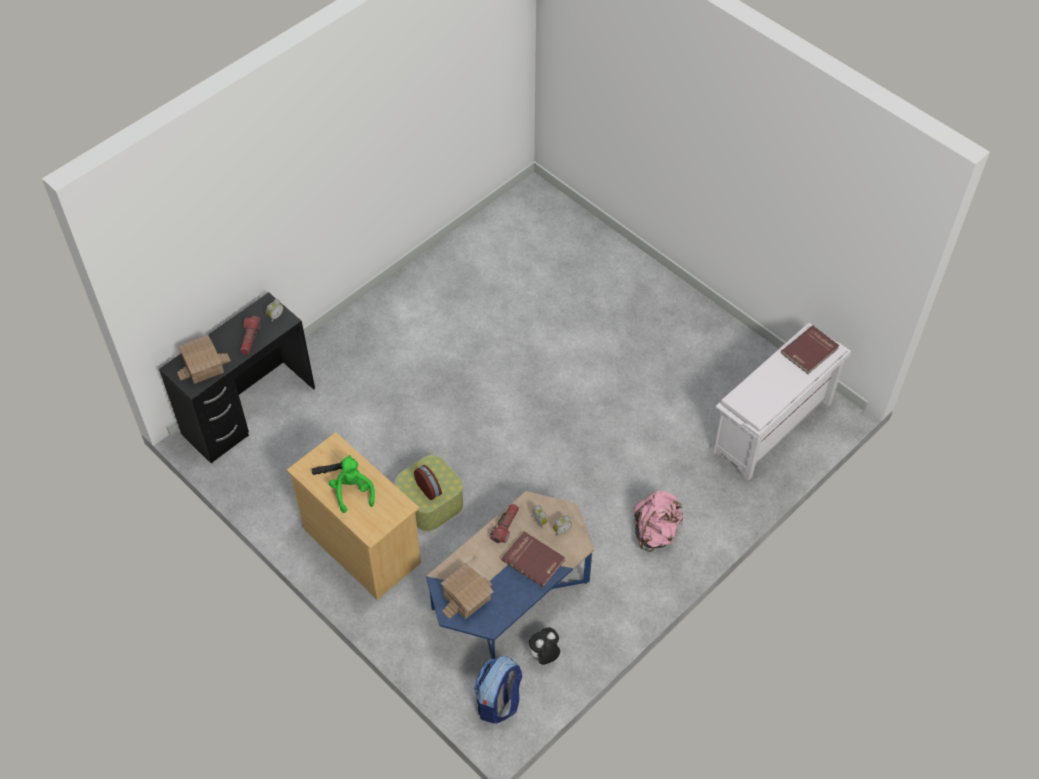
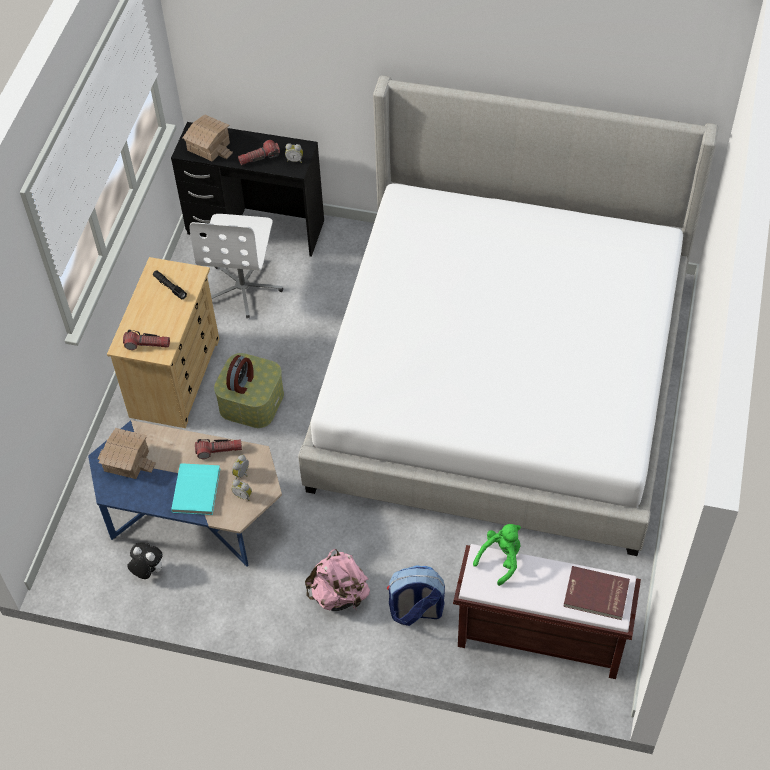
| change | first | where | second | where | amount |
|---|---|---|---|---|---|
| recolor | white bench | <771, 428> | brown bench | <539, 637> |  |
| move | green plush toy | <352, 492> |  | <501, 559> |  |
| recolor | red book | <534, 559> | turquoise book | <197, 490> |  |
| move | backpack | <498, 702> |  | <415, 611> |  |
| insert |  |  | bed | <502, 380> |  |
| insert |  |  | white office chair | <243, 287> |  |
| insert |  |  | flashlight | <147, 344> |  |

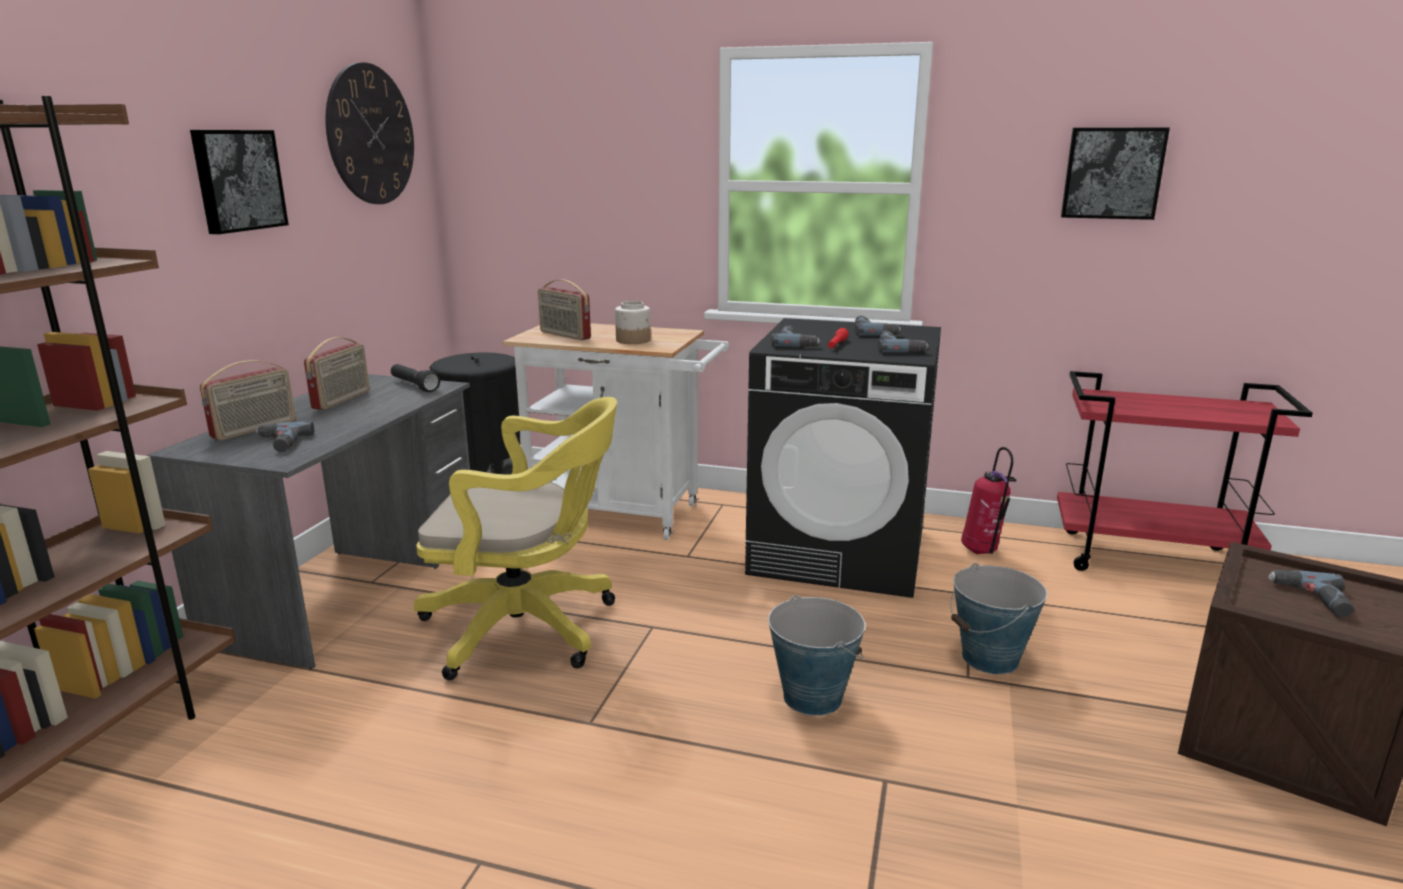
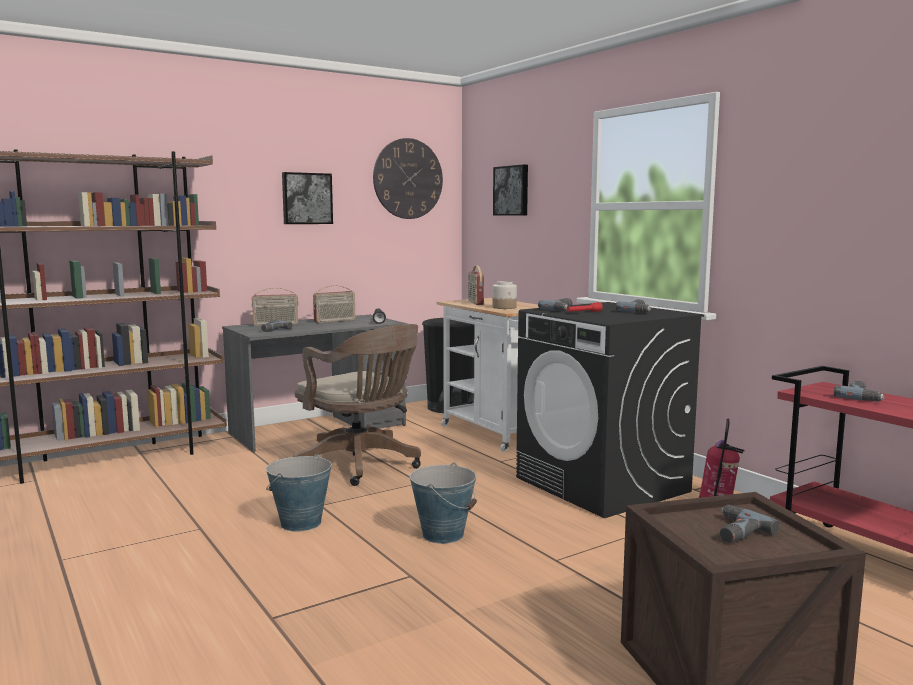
| change | first | where | second | where | amount |
|---|---|---|---|---|---|
| move | picture | <1112, 173> |  | <512, 190> |  |
| move | power drill | <899, 348> |  | <862, 397> |  |
| recolor | yellow office chair | <529, 628> | brown office chair | <361, 465> |  |
| move | bucket | <990, 658> |  | <300, 523> |  |

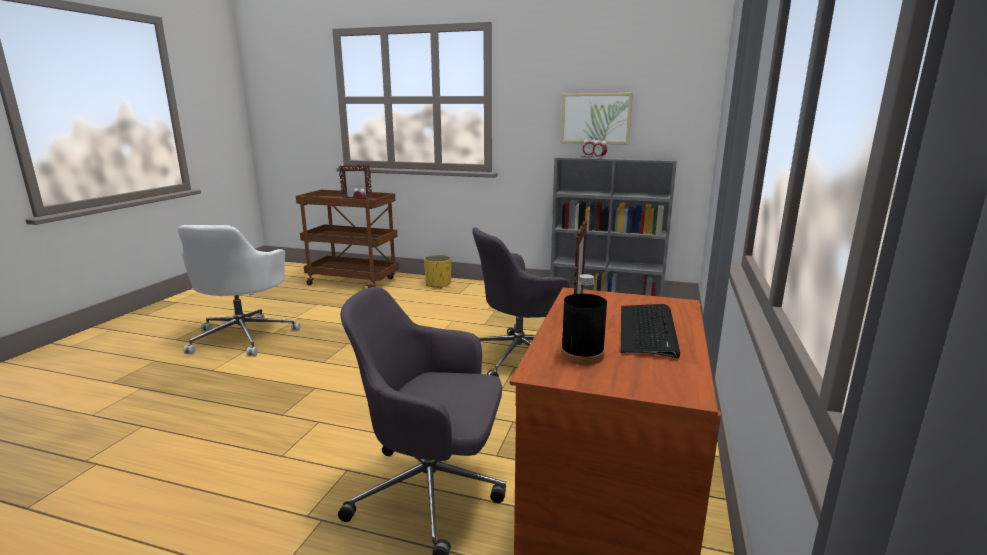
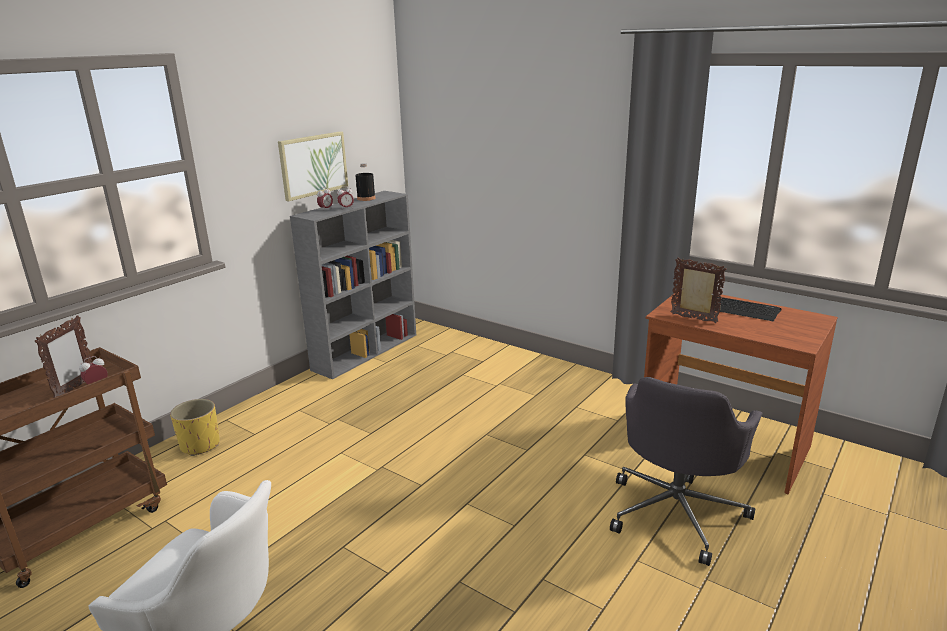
| change | first | where | second | where | amount |
|---|---|---|---|---|---|
| delete | grey office chair | <520, 357> |  |  |  |
| move | black bottle | <582, 354> |  | <366, 198> |  |

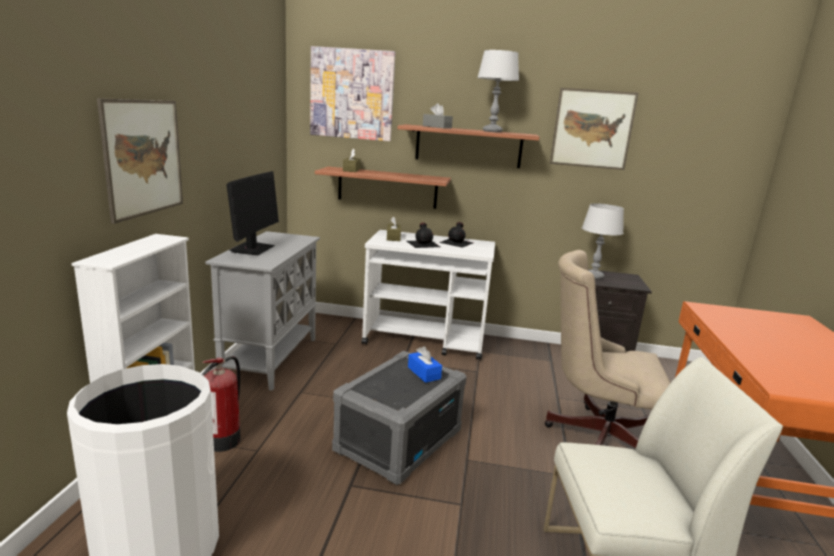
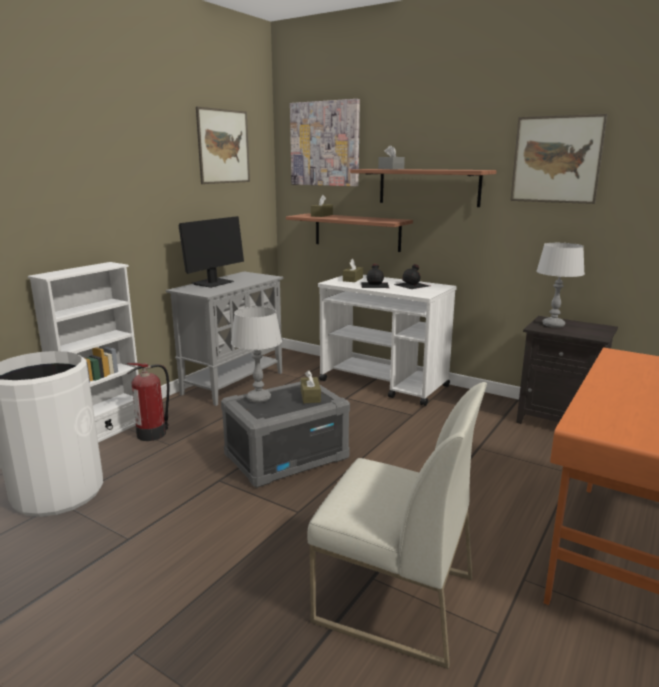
| change | first | where | second | where | amount |
|---|---|---|---|---|---|
| move | grey table lamp | <492, 131> |  | <258, 398> |  |
| move | picture | <143, 157> |  | <223, 146> |  |
| delete | beige office chair | <595, 437> |  |  |  |
| recolor | blue tissue box | <424, 373> | brown tissue box | <310, 396> |  |

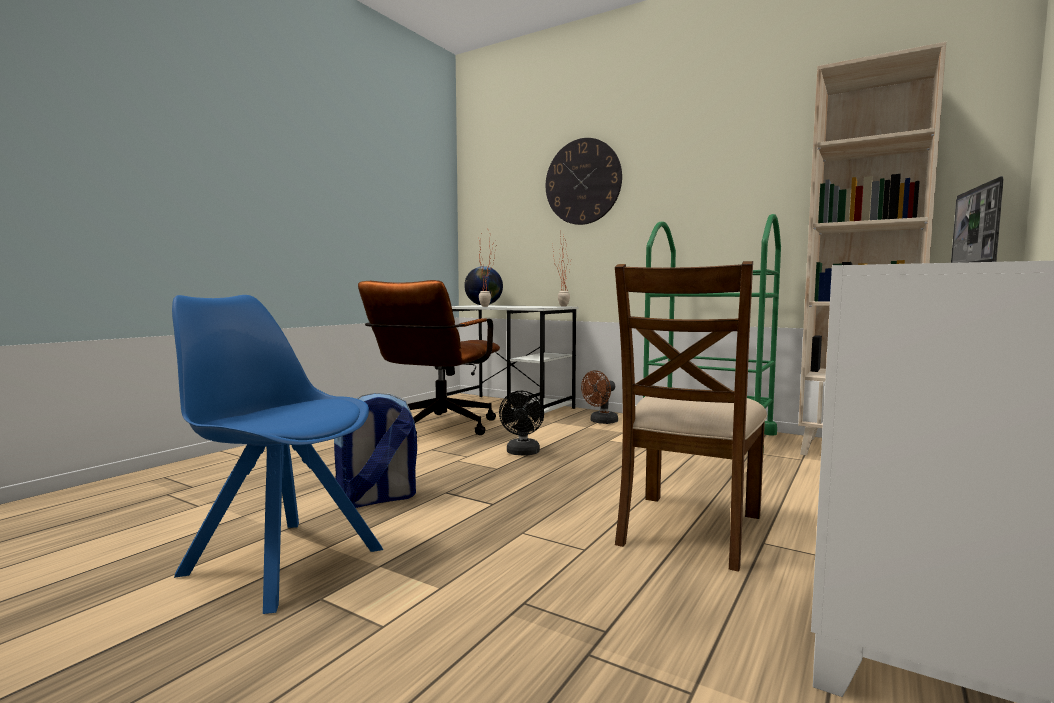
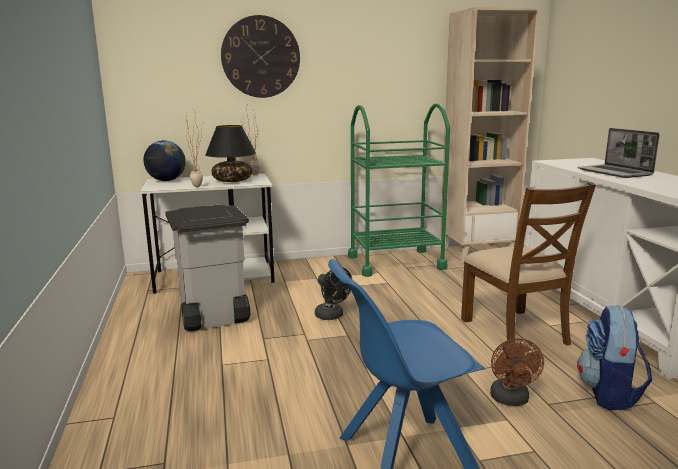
| change | first | where | second | where | amount |
|---|---|---|---|---|---|
| replace | brown office chair | <435, 429> | grey trash can | <213, 318> |  |
| move | brown fan | <601, 422> |  | <511, 400> |  |
| move | backpack | <377, 499> |  | <609, 394> |  |
| insert |  |  | black table lamp | <232, 180> |  |

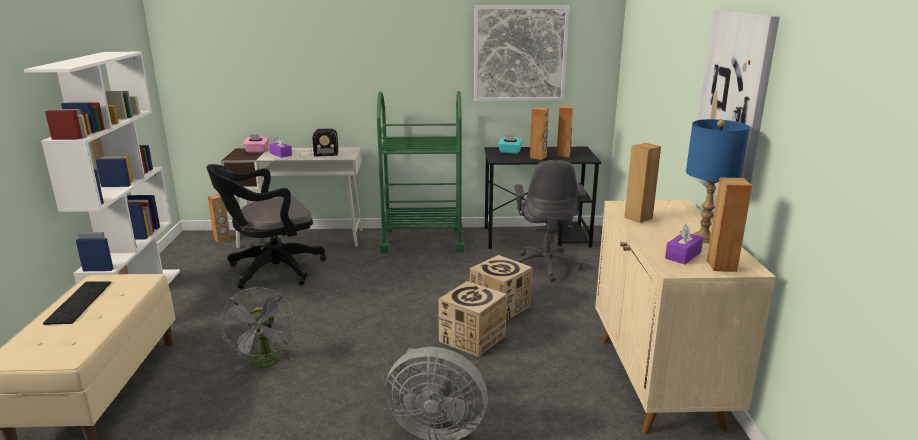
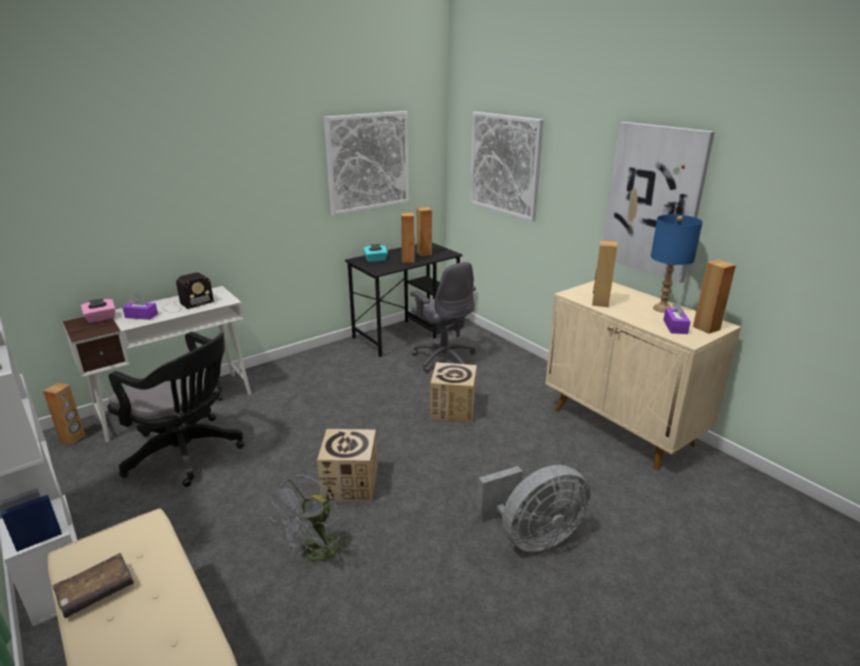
| change | first | where | second | where | amount |
|---|---|---|---|---|---|
| delete | green cart | <422, 240> |  |  |  |
| rotate | black office chair | <271, 271> |  | <188, 453> | 90 degrees counterclockwise |
| replace | keyboard | <78, 302> | brown book | <96, 592> |  |
| move | cardboard box | <472, 338> |  | <350, 484> |  |
| rotate | grey fan | <266, 364> |  | <316, 555> | 75 degrees clockwise |
| insert |  |  | picture | <505, 165> |  |

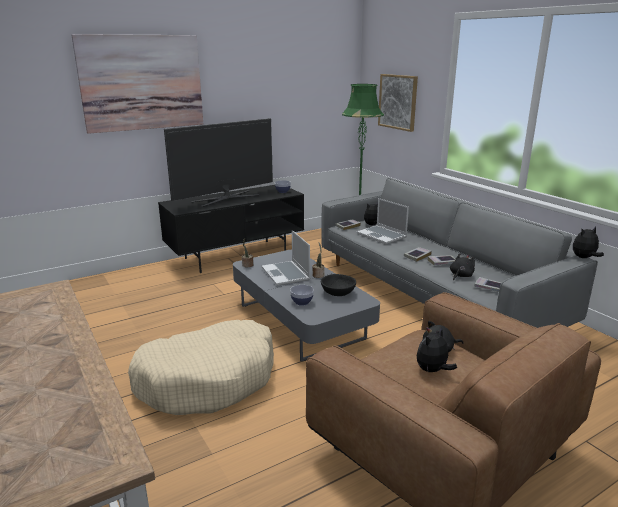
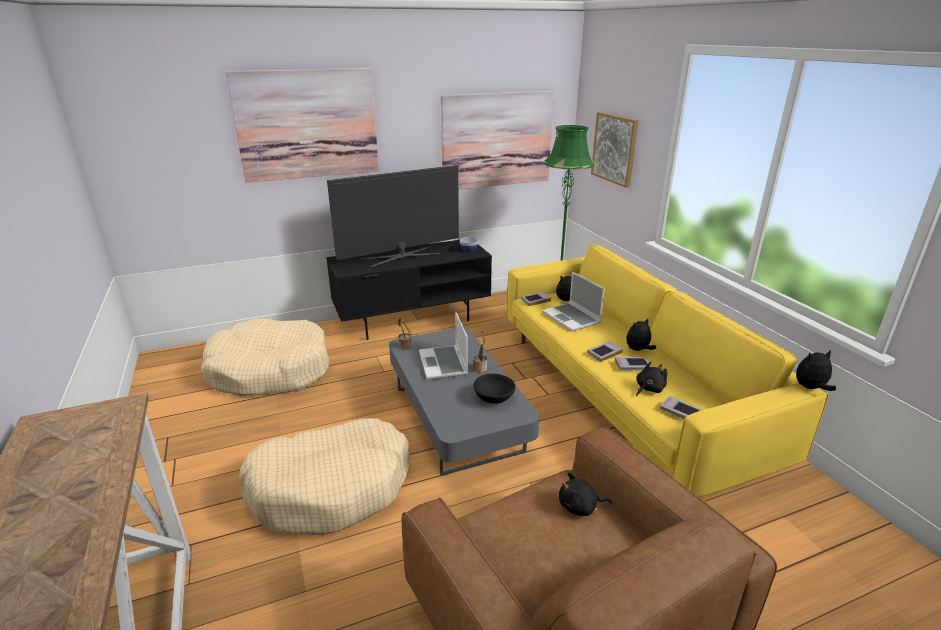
| change | first | where | second | where | amount |
|---|---|---|---|---|---|
| recolor | grey sofa | <431, 293> | yellow sofa | <624, 393> |  |
| delete | bowl | <302, 302> |  |  |  |
| move | plush toy | <432, 371> |  | <638, 350> |  |
| insert |  |  | picture | <497, 140> |  |
| insert |  |  | beige dog bed | <270, 371> |  |

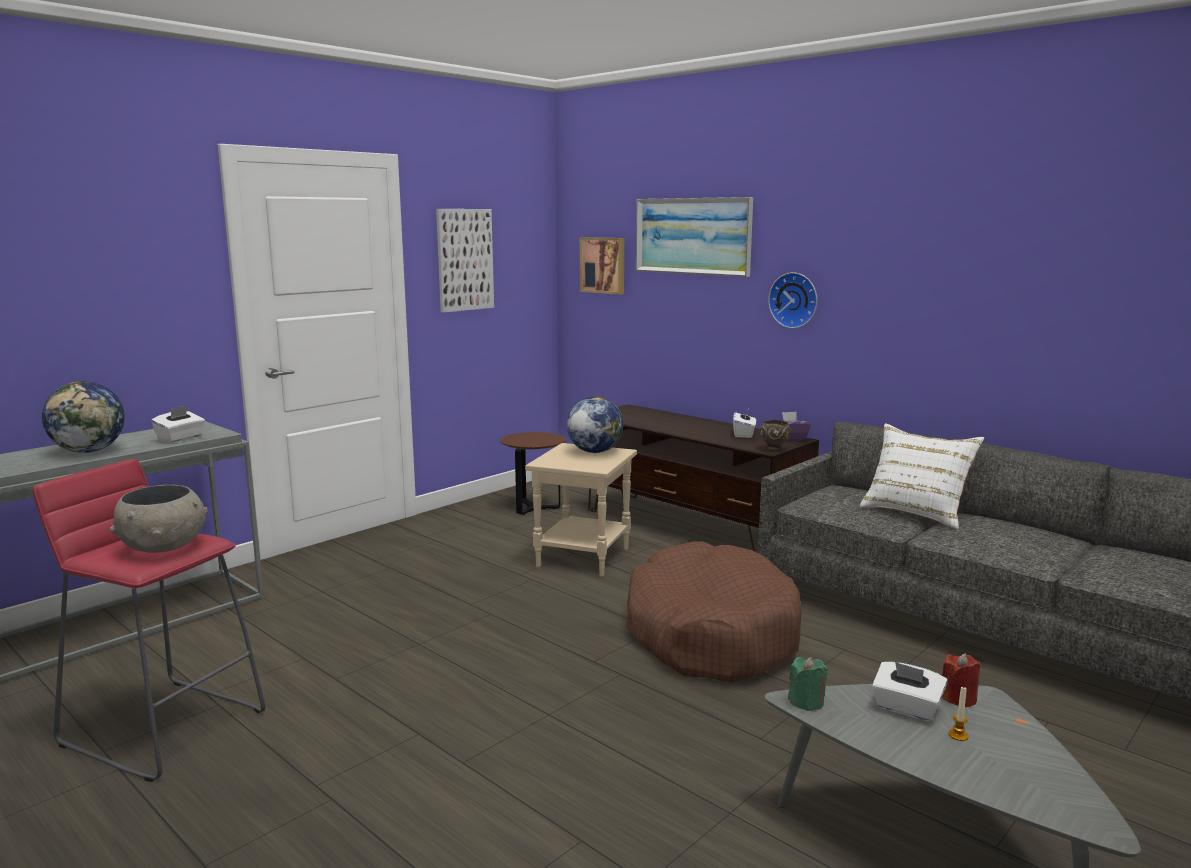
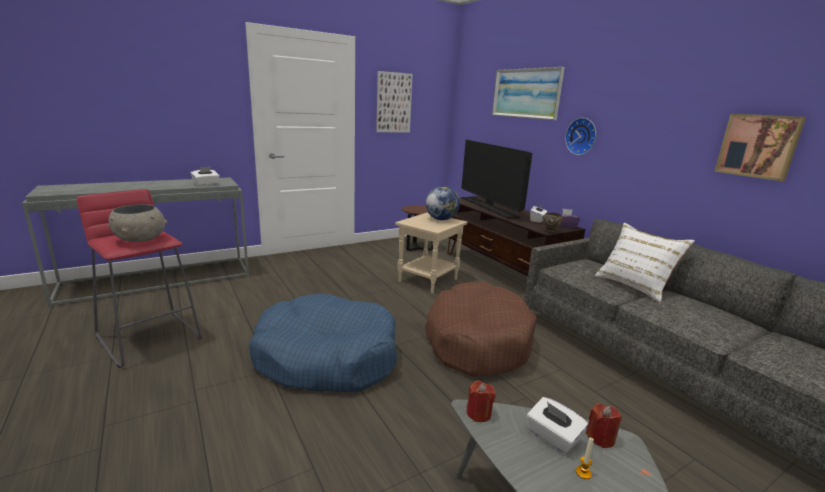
| change | first | where | second | where | amount |
|---|---|---|---|---|---|
| move | picture | <603, 265> |  | <758, 146> |  |
| delete | globe | <89, 451> |  |  |  |
| recolor | green candle | <806, 702> | red candle | <478, 413> |  |
| insert |  |  | television | <489, 207> |  |
| insert |  |  | blue dog bed | <326, 358> |  |

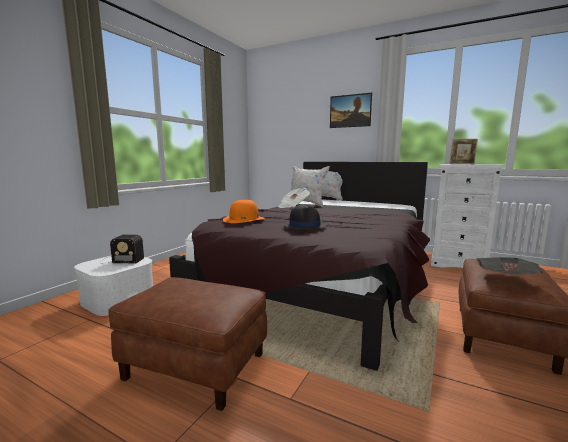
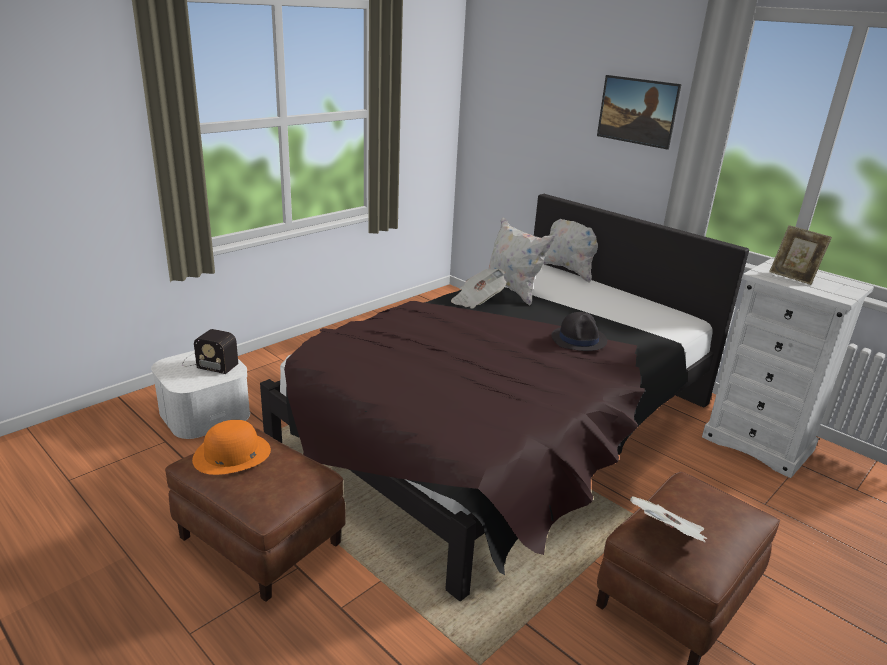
| change | first | where | second | where | amount |
|---|---|---|---|---|---|
| move | orange hat | <244, 219> |  | <231, 454> |  |
| move | black hat | <305, 226> |  | <579, 339> |  |

